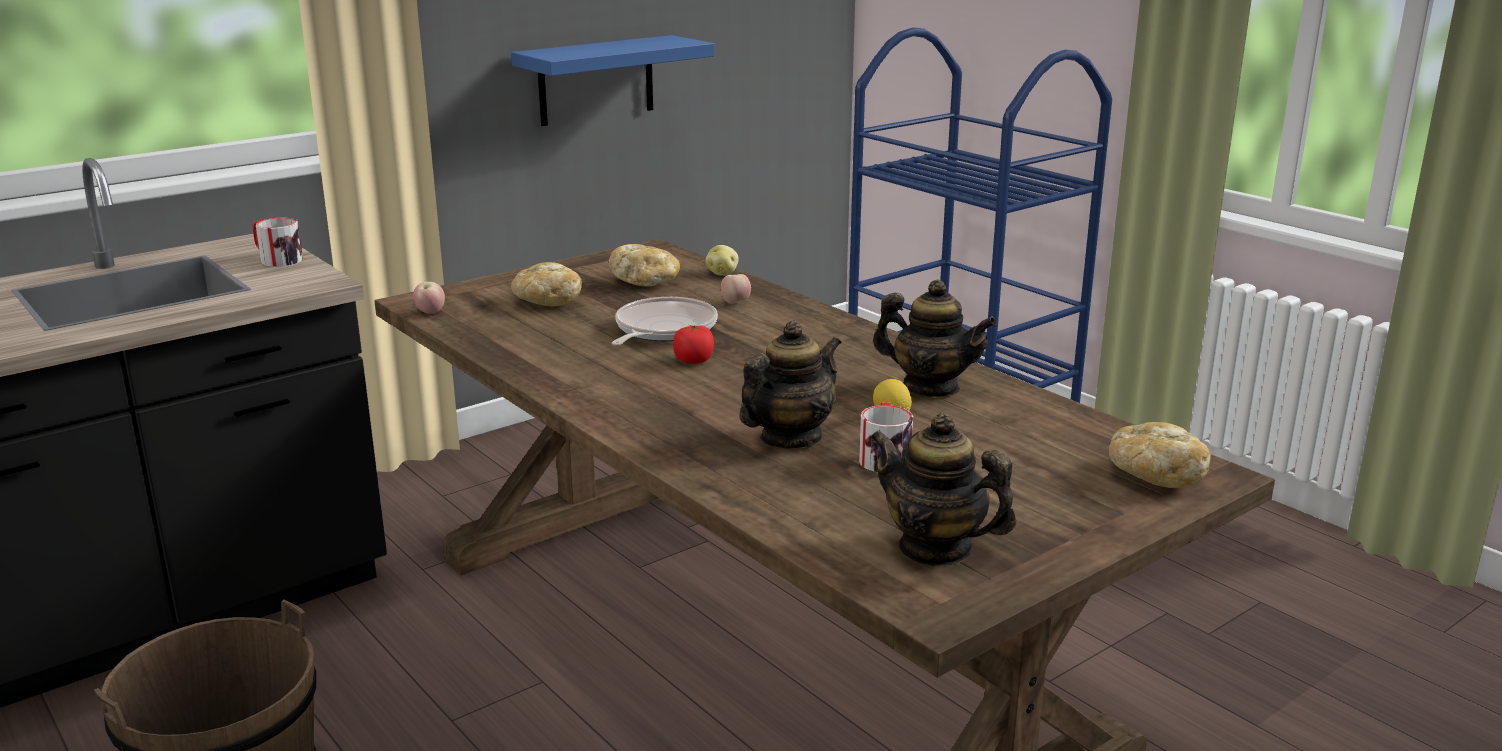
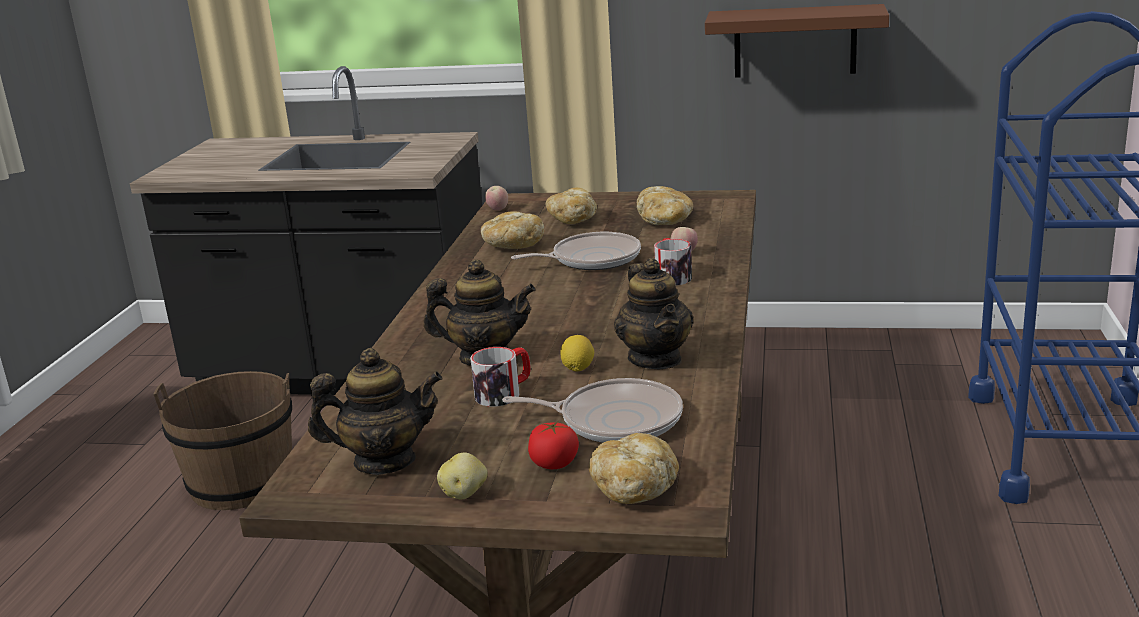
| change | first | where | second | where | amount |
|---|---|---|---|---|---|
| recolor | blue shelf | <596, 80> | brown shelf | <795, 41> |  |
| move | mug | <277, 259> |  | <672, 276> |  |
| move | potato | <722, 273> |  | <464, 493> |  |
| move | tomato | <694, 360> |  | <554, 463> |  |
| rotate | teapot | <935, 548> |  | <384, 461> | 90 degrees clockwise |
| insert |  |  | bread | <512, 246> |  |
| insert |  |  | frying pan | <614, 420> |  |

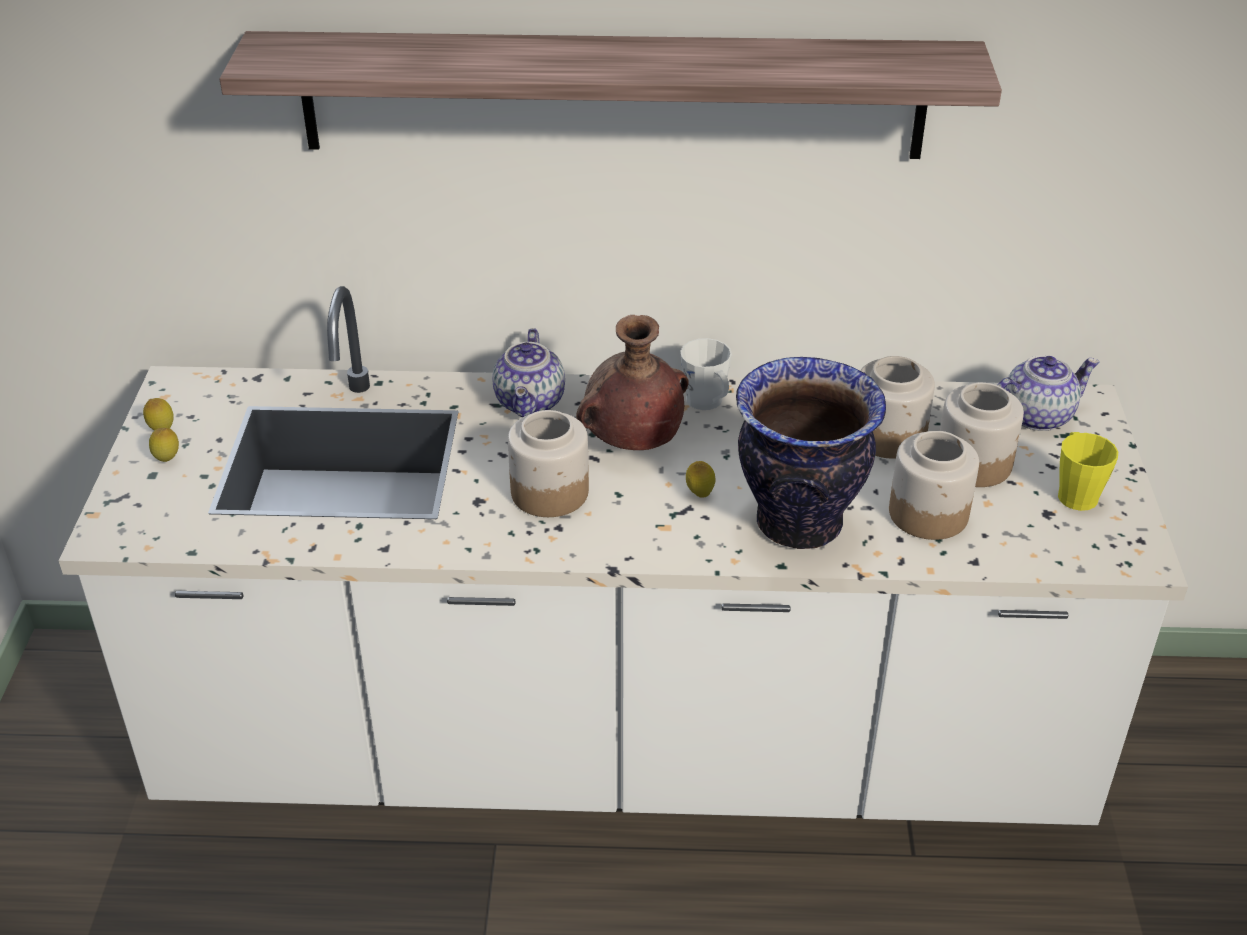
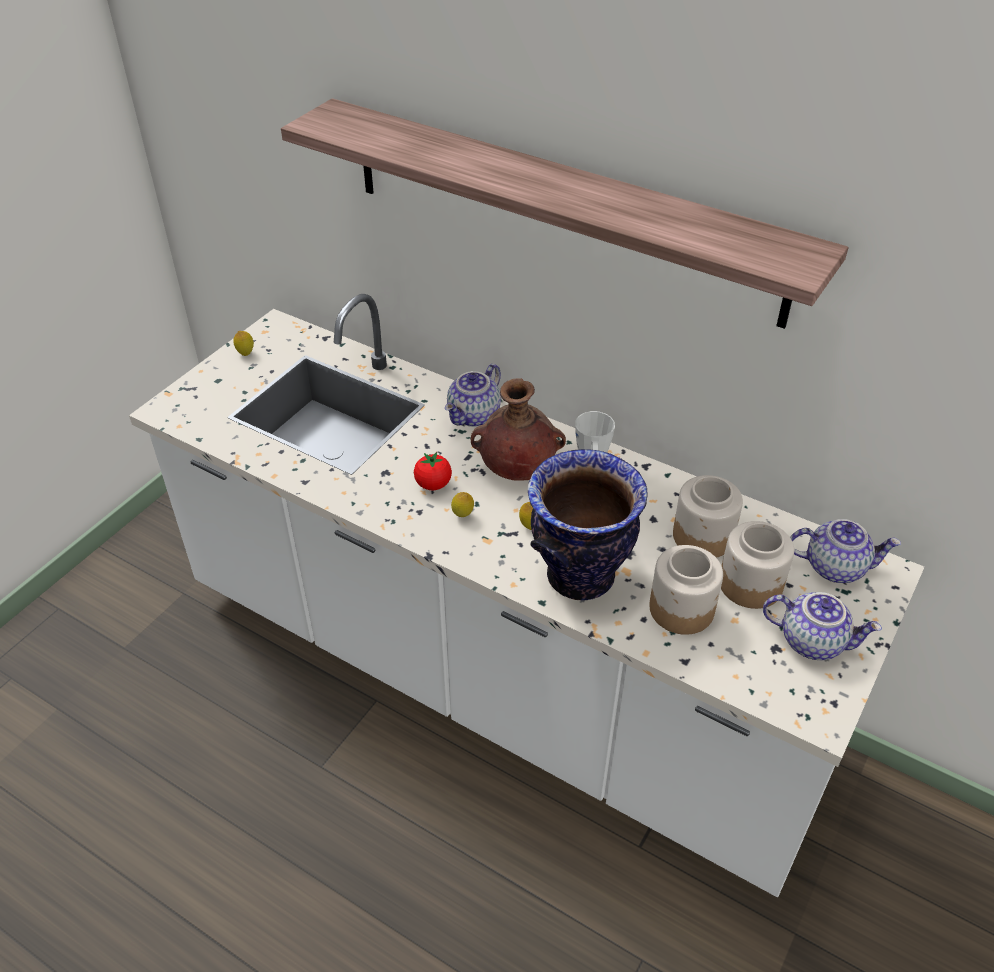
| change | first | where | second | where | amount |
|---|---|---|---|---|---|
| replace | jar | <548, 492> | tomato | <433, 484> |  |
| move | lemon | <167, 460> |  | <463, 516> |  |
| replace | yellow mug | <1075, 492> | teapot | <813, 641> |  |

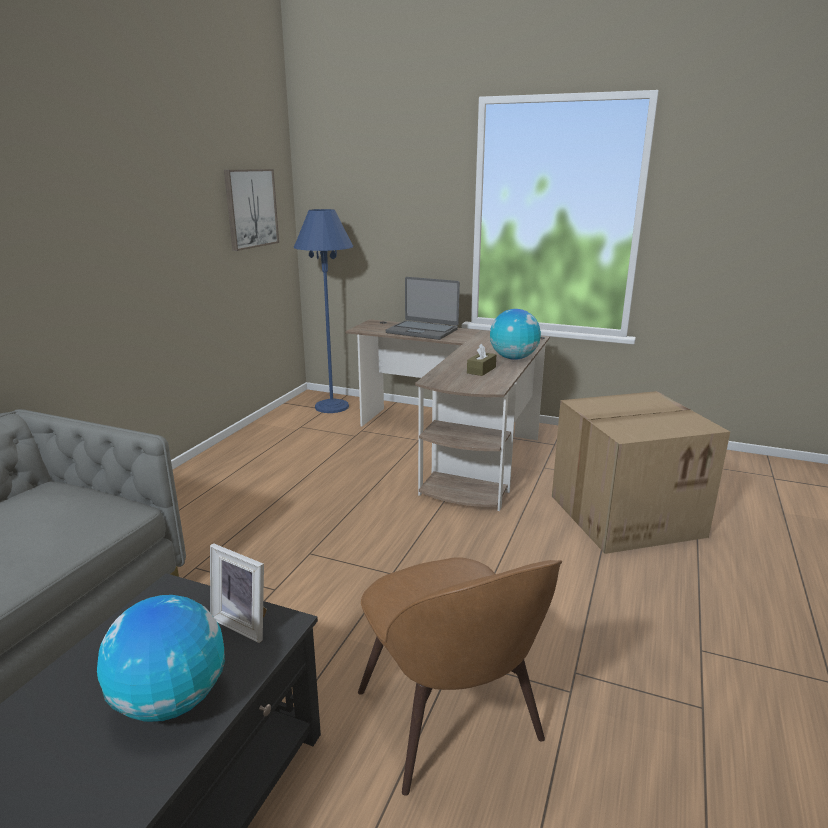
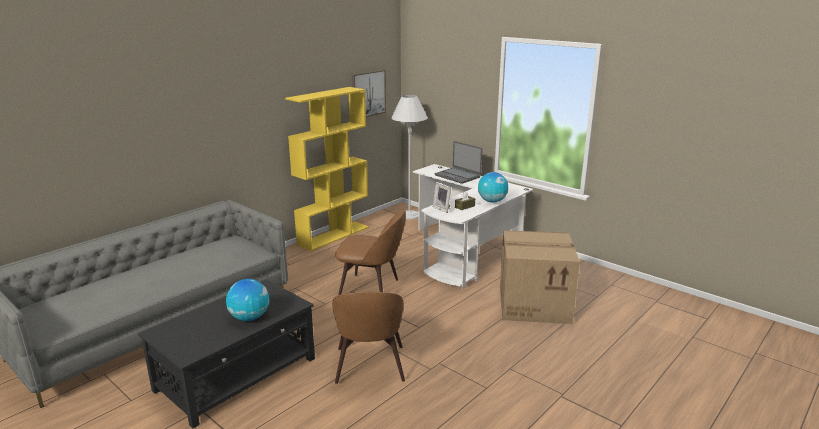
| change | first | where | second | where | amount |
|---|---|---|---|---|---|
| recolor | blue floor lamp | <332, 406> | white floor lamp | <409, 215> |  |
| recolor | brown desk | <457, 448> | white desk | <466, 251> |  |
| move | picture frame | <245, 622> |  | <443, 209> |  |
| insert |  |  | yellow bookcase | <333, 235> |  |
| insert |  |  | brown chair | <371, 289> |  |

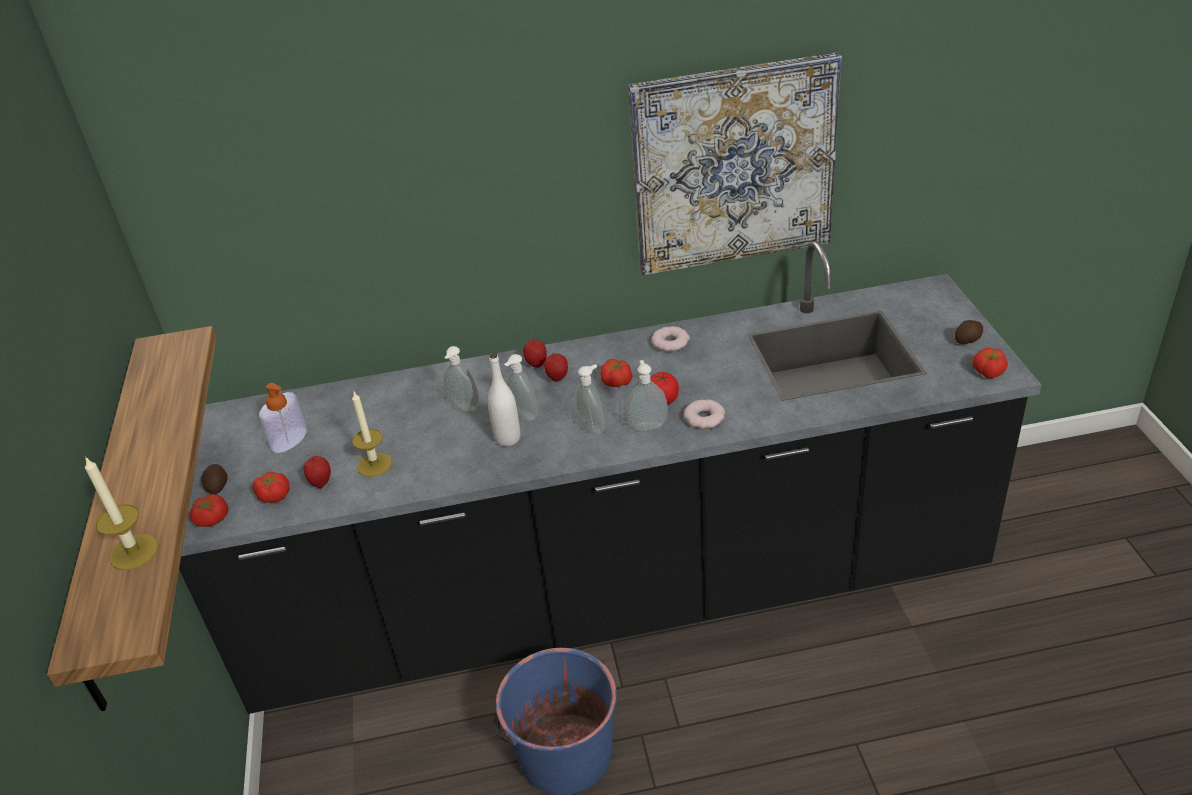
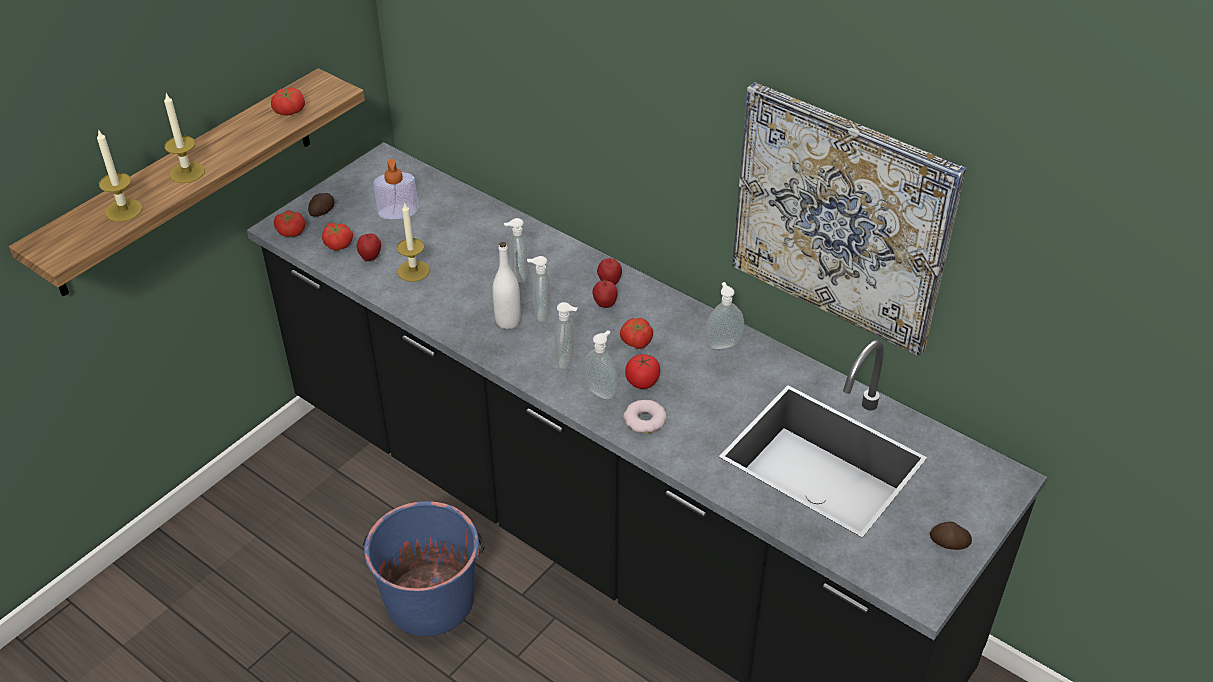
| change | first | where | second | where | amount |
|---|---|---|---|---|---|
| replace | donut | <670, 342> | soap dispenser | <722, 343> |  |
| move | tomato | <988, 372> |  | <289, 110> |  |
| insert |  |  | candle | <187, 172> |  |

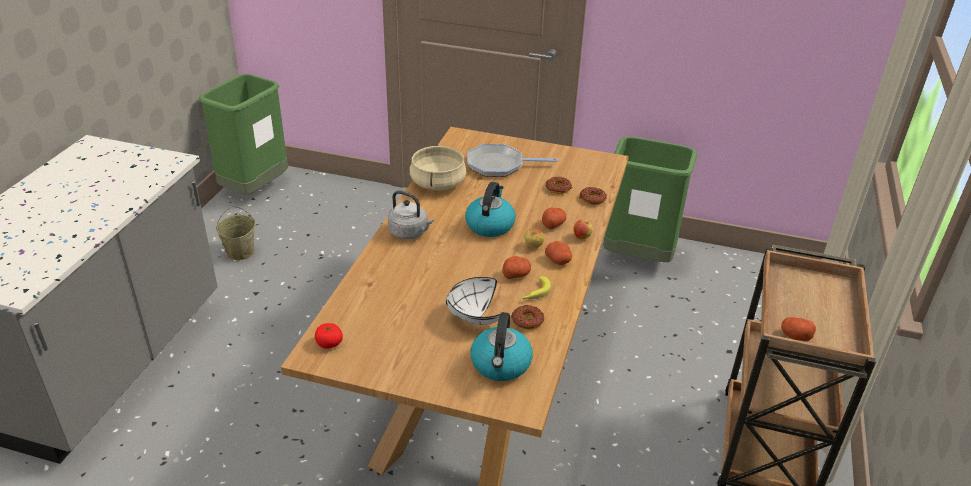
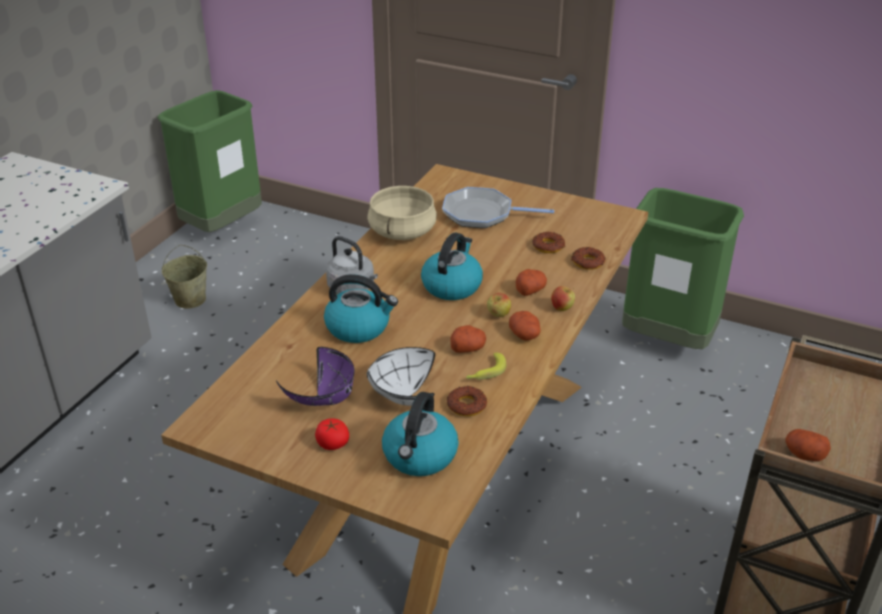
| change | first | where | second | where | amount |
|---|---|---|---|---|---|
| move | tomato | <329, 343> |  | <332, 443> |  |
| insert |  |  | kettle | <359, 327> |  |
| insert |  |  | purple bowl | <324, 399> |  |

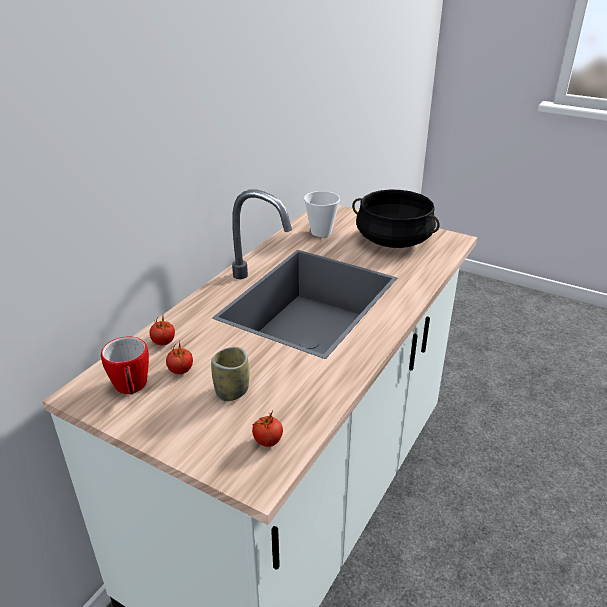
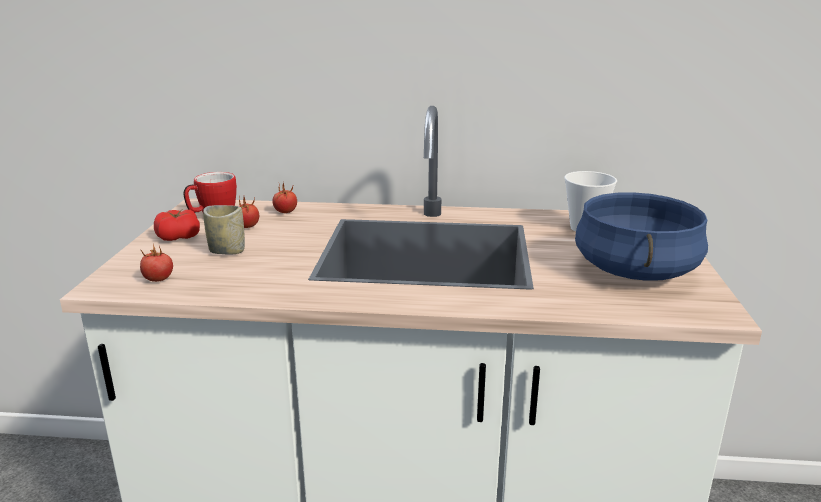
| change | first | where | second | where | amount |
|---|---|---|---|---|---|
| recolor | black cooking pot | <393, 240> | blue cooking pot | <633, 270> |  |
| insert |  |  | tomato | <178, 237> |  |

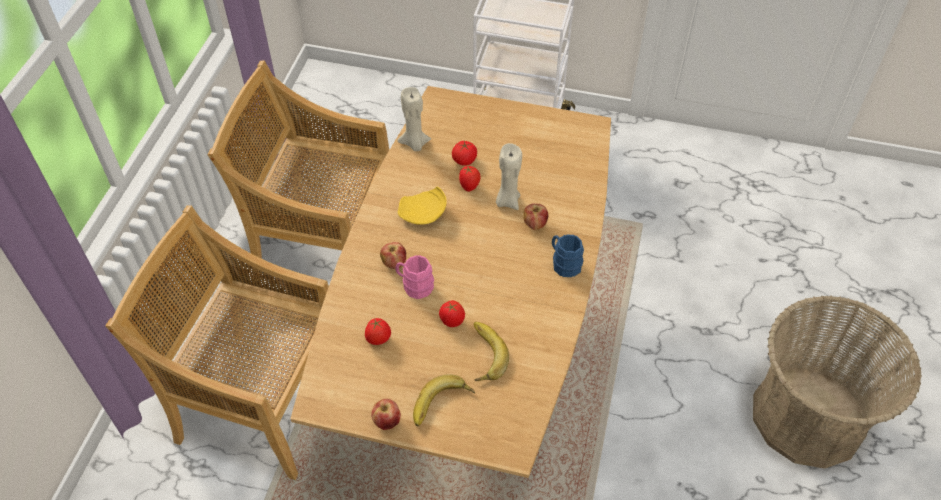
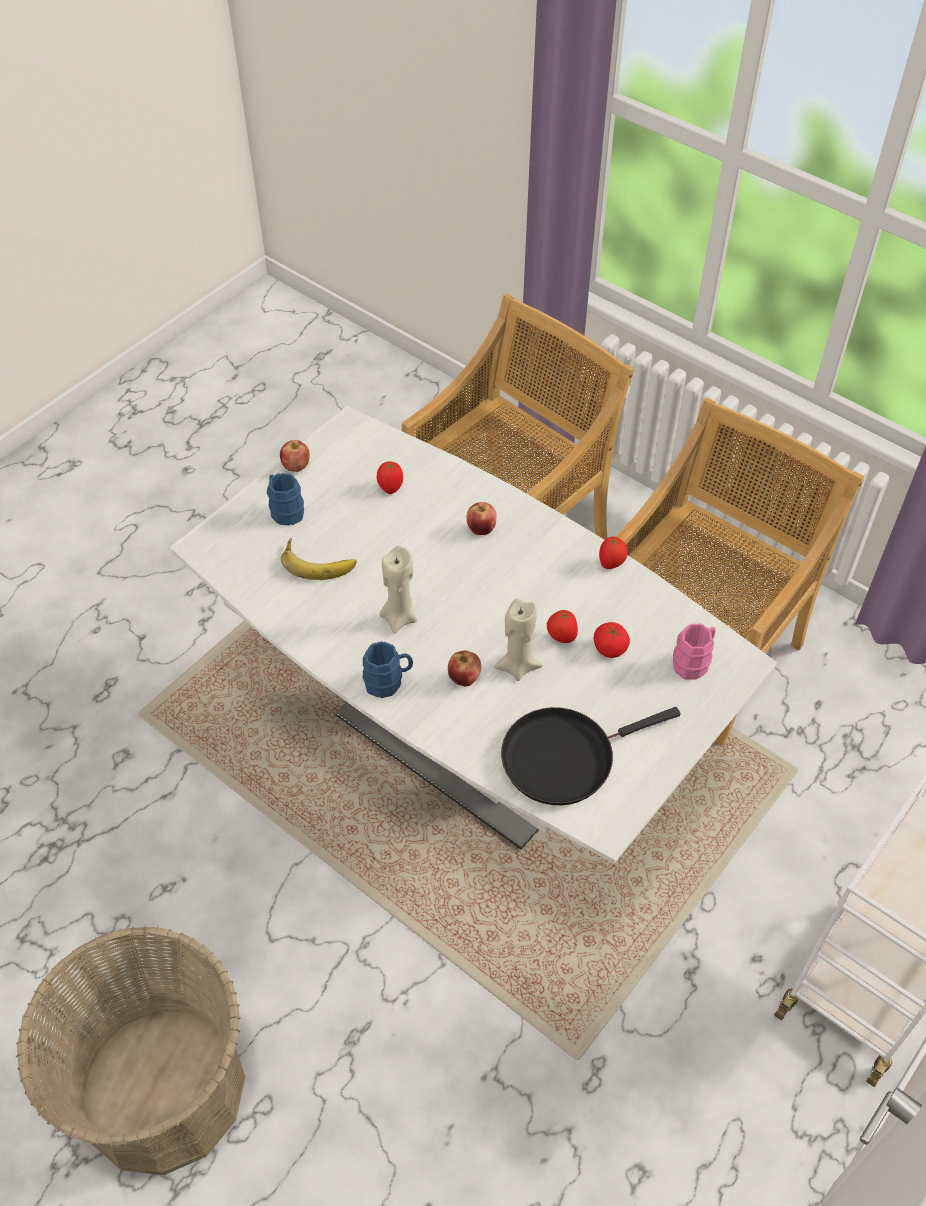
| change | first | where | second | where | amount |
|---|---|---|---|---|---|
| recolor | brown dining table | <470, 358> | white dining table | <462, 741> |  |
| move | beige candle | <414, 144> |  | <399, 617> |  |
| delete | yellow plate | <423, 214> |  |  |  |
| move | pink mug | <414, 286> |  | <694, 661> |  |
| move | tomato | <452, 321> |  | <611, 563> |  |
| replace | banana | <442, 405> | blue mug | <285, 510> |  |
| insert |  |  | black frying pan | <564, 757> |  |

